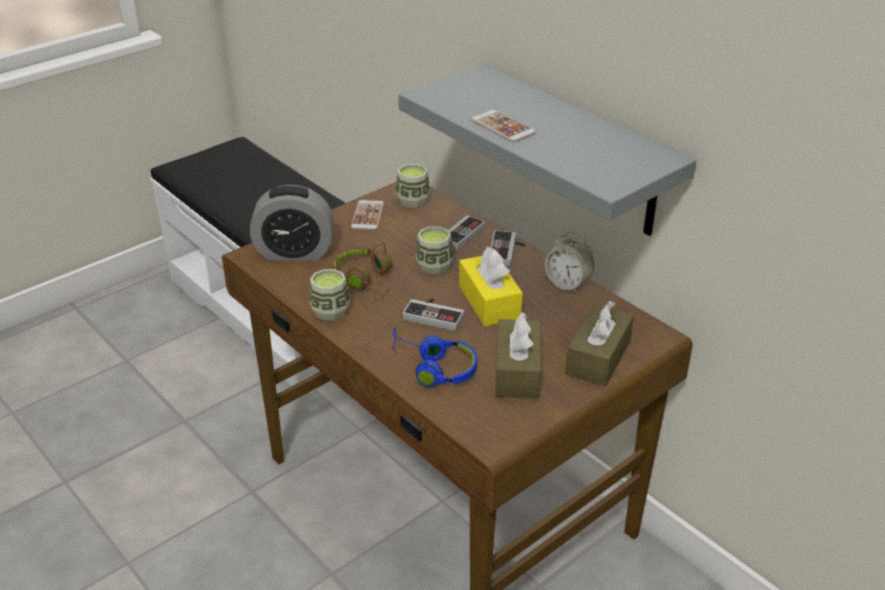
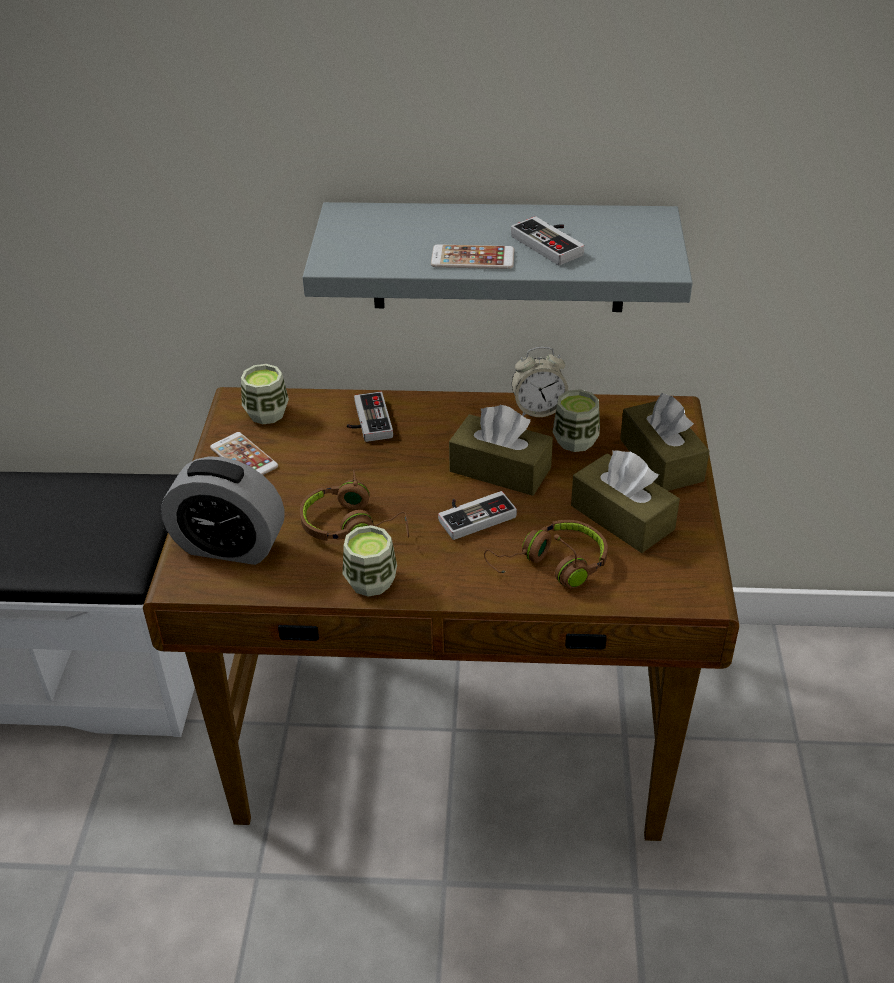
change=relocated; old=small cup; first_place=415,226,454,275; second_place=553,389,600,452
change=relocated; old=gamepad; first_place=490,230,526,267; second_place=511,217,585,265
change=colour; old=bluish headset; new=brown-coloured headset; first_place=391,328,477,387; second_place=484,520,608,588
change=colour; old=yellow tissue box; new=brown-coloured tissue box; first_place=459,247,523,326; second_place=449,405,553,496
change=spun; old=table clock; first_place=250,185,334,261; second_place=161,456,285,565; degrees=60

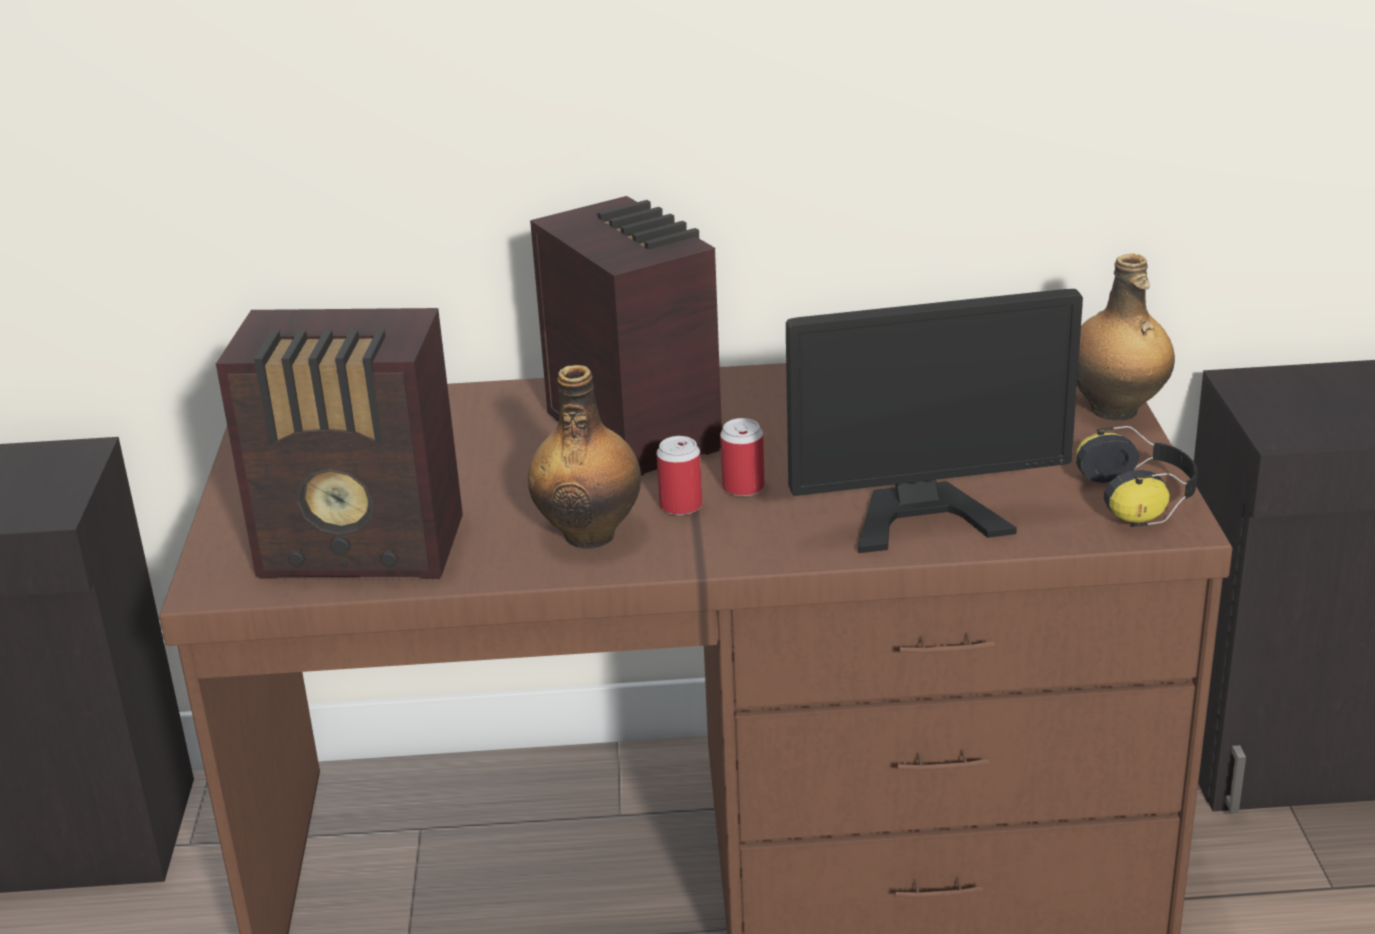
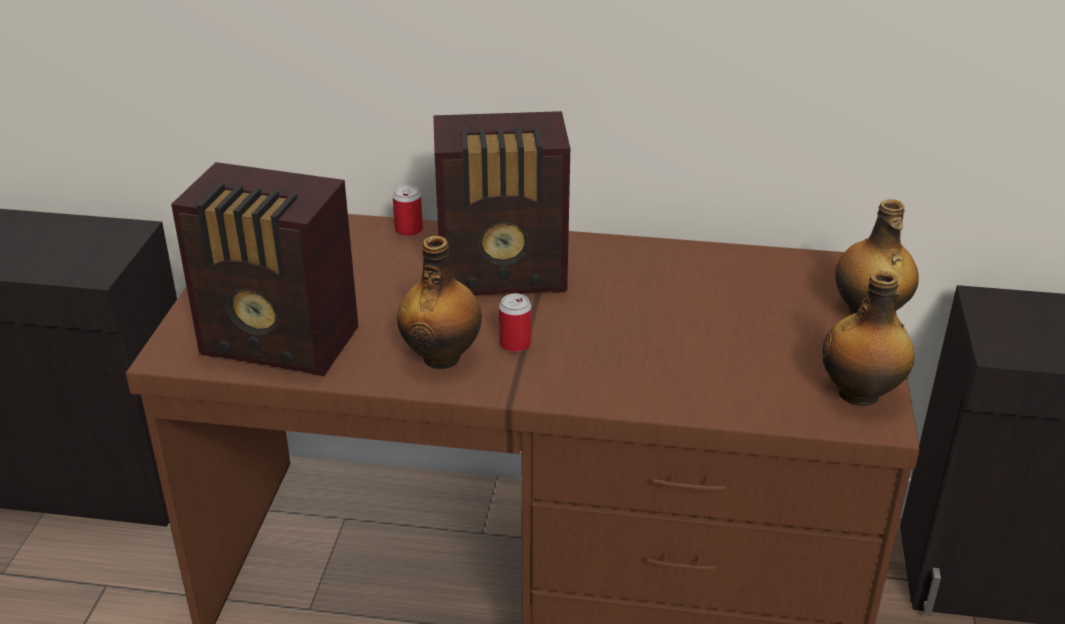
change=missing; old=monitor; first_place=786,289,1083,553
change=relocated; old=metal can; first_place=720,418,764,496; second_place=393,185,423,237
change=exchanged; old=headset; new=beverage bottle; first_place=1076,426,1198,527; second_place=822,270,915,406
change=spun; old=radio receiver; first_place=530,196,722,476; second_place=433,111,570,295; degrees=105

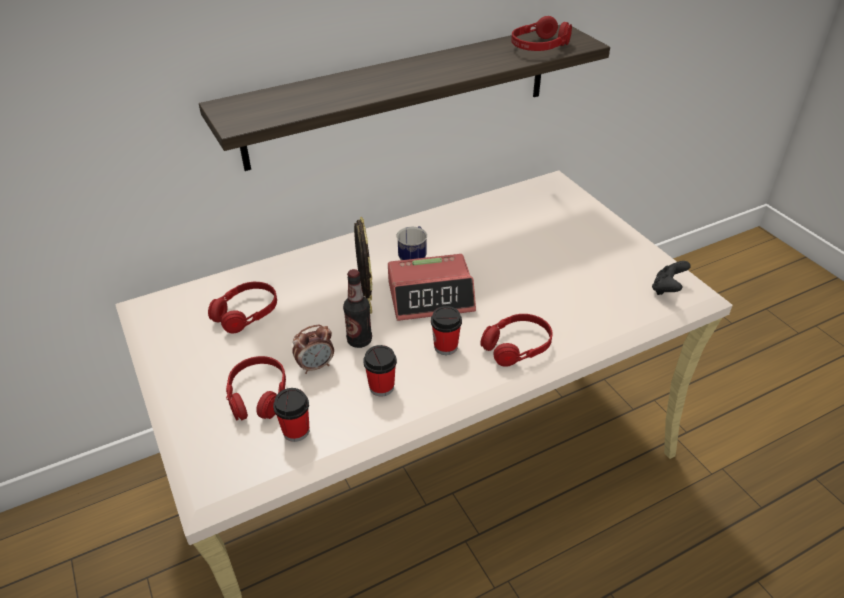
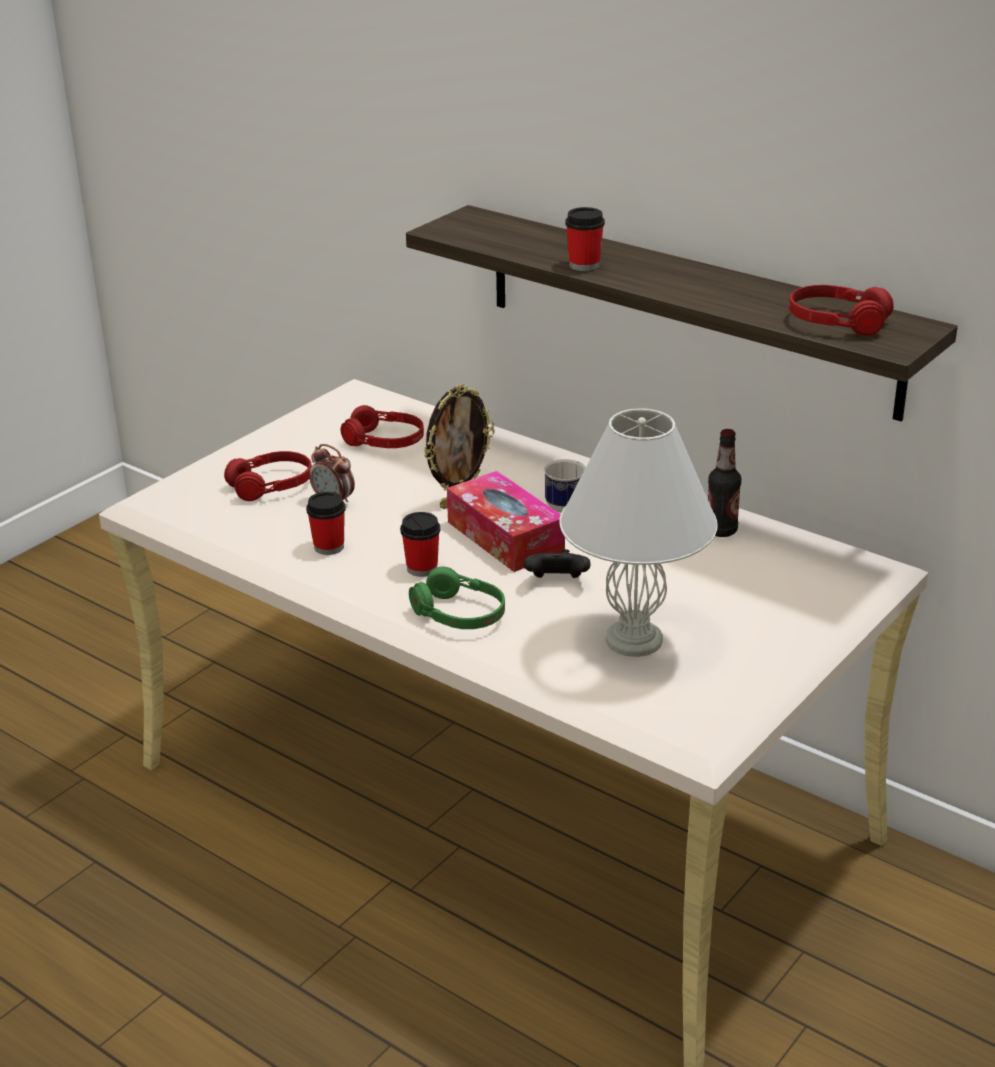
change=appeared; new=whitish tabletop lamp; second_place=559,408,718,657
change=relocated; old=small cup; first_place=273,388,309,442; second_place=565,207,605,271
change=relocated; old=beverage bottle; first_place=343,269,372,348; second_place=708,429,741,537
change=relocated; old=black-coloured gamepad; first_place=652,261,691,295; second_place=524,549,591,578
change=exchanged; old=table clock; new=tissue box; first_place=388,254,476,321; second_place=447,471,565,572
change=colour; old=red headset; new=green headset; first_place=480,314,553,367; second_place=409,566,505,629

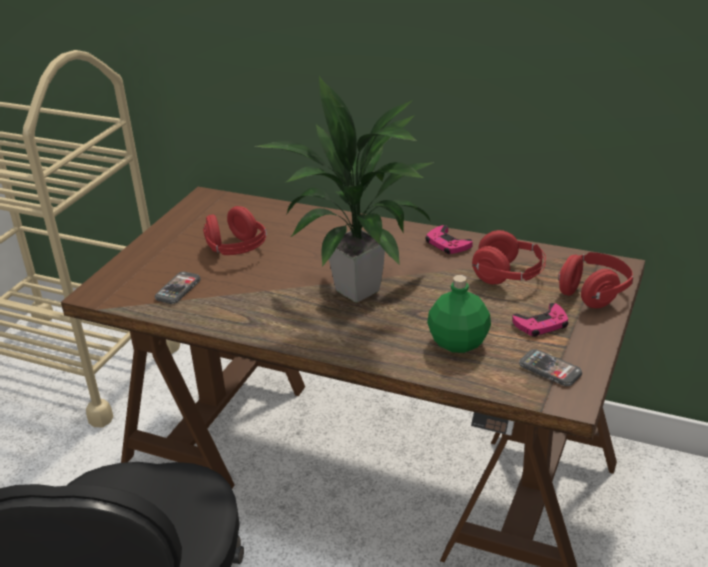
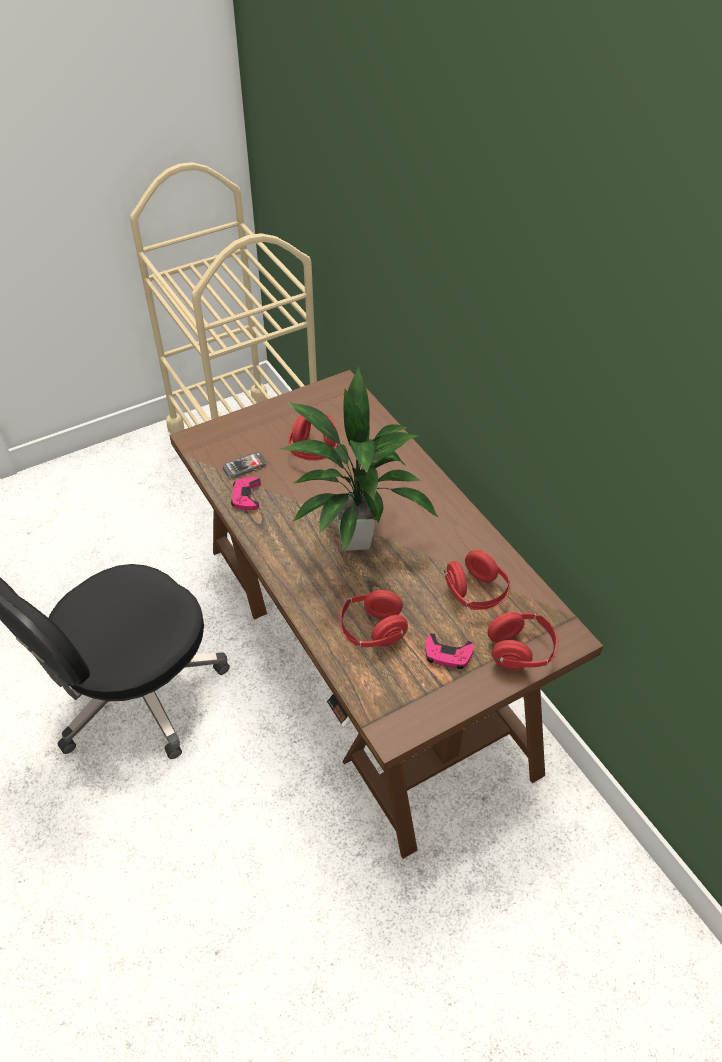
change=missing; old=telephone; first_place=519,349,582,386
change=relocated; old=pink gamepad; first_place=425,225,473,254; second_place=231,477,261,510
change=exchanged; old=green beverage bottle; new=red headset; first_place=427,275,491,353; second_place=338,590,408,647

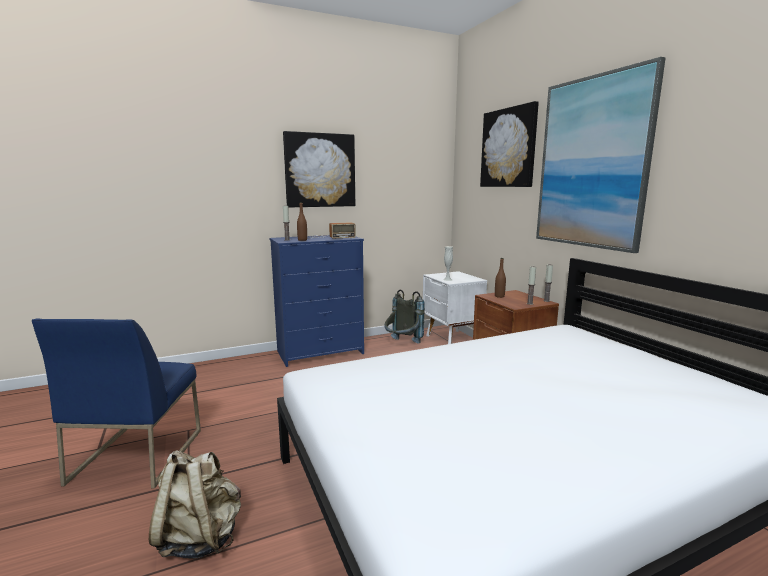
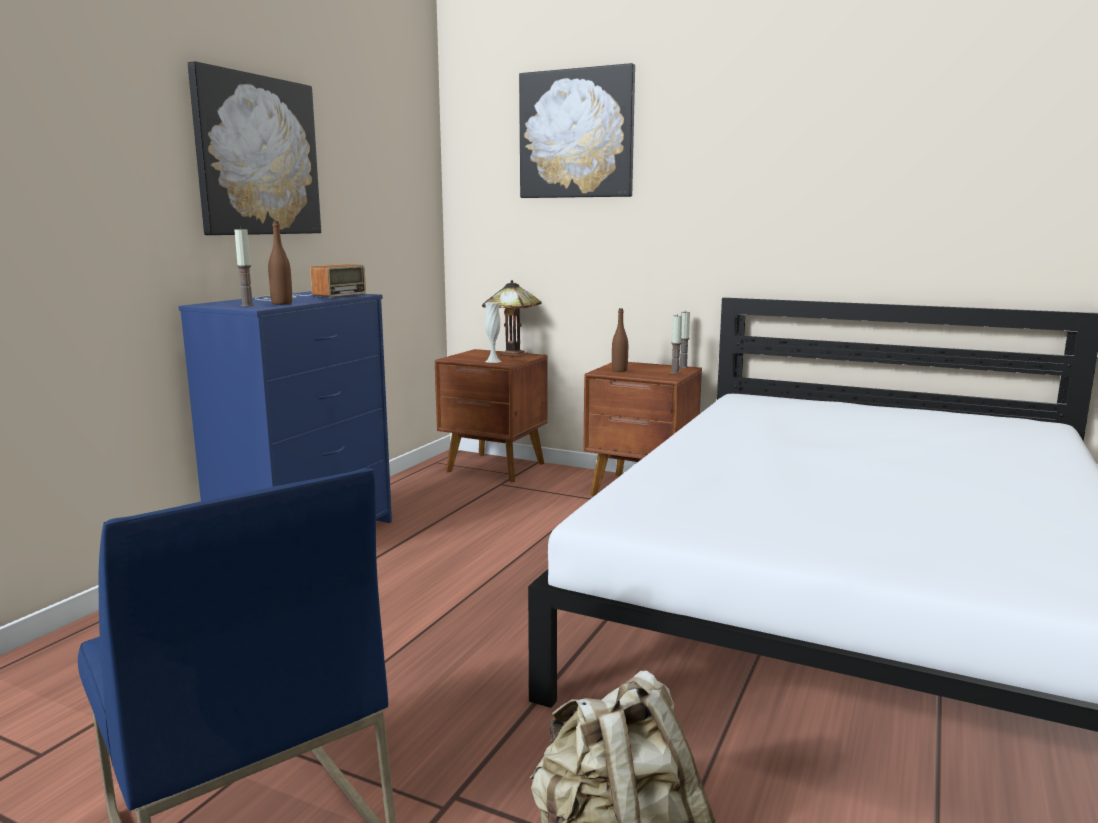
change=missing; old=greyish rucksack; first_place=384,290,425,343
change=missing; old=wall picture; first_place=536,57,666,253
change=appeared; new=tabletop lamp; second_place=482,280,541,357
change=colour; old=whitish night table; new=brown-coloured night table; first_place=423,271,487,344; second_place=435,349,548,482

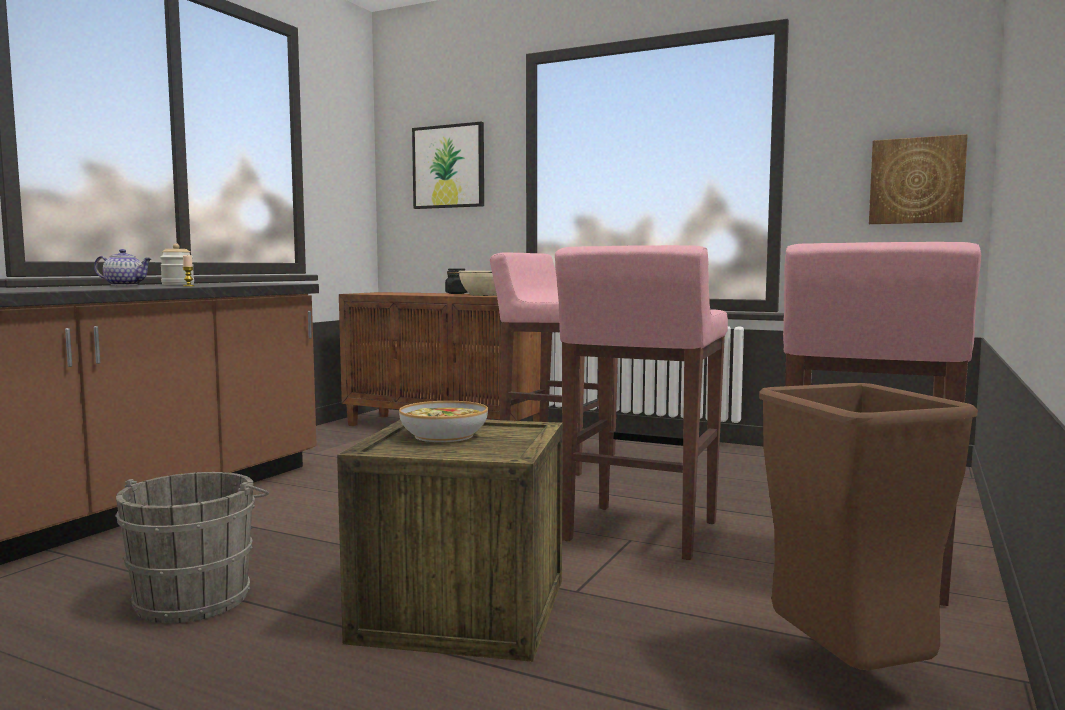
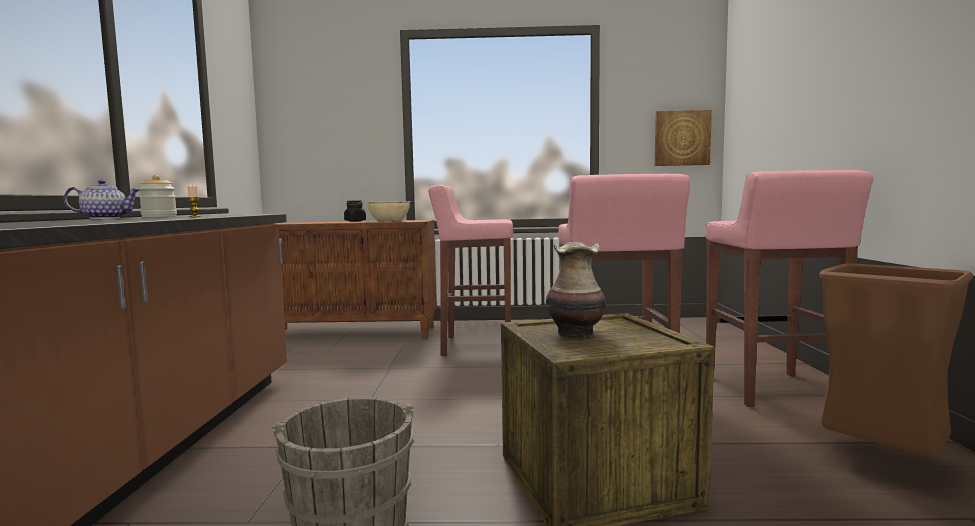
change=missing; old=wall picture; first_place=412,122,484,209
change=exchanged; old=serving bowl; new=flower vase; first_place=399,401,488,442; second_place=546,242,606,338

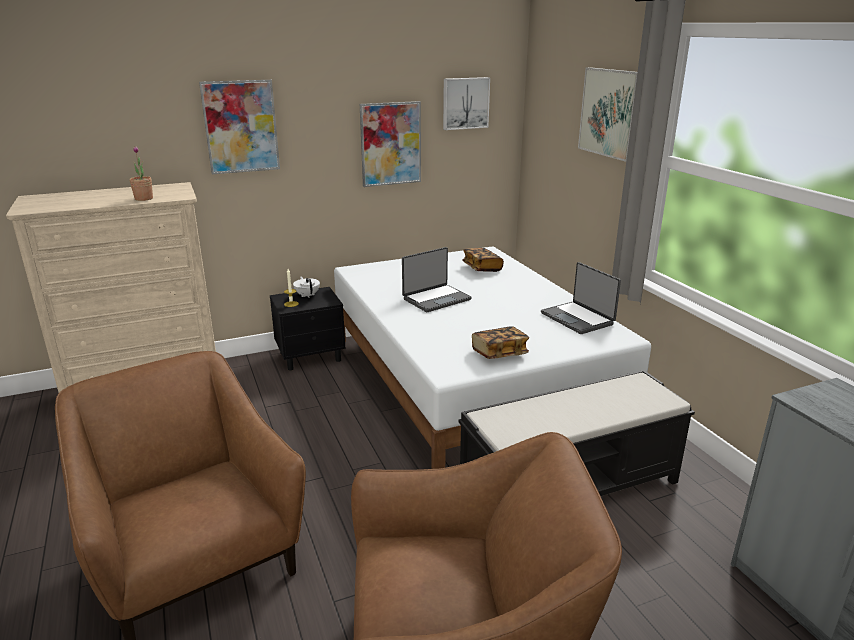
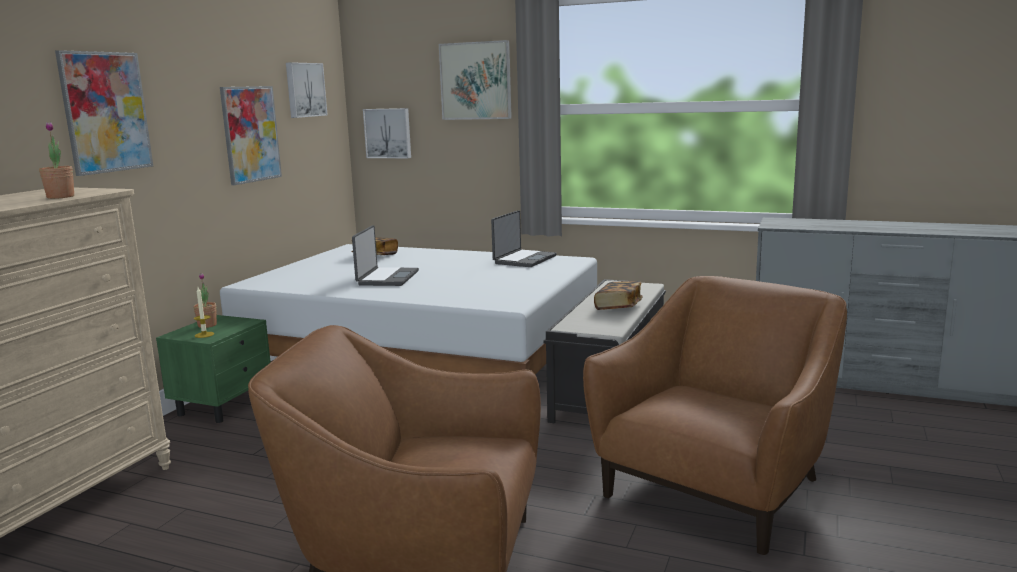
change=appeared; new=wall picture; second_place=363,108,411,158
change=relocated; old=book; first_place=472,326,529,359; second_place=594,281,643,310
change=exchanged; old=whitish tea pot; new=potted plant; first_place=293,277,320,298; second_place=193,273,217,328
change=colour; old=black-coloured night table; new=green night table; first_place=270,287,346,371; second_place=156,315,271,423
change=spun; old=portable computer; first_place=541,262,621,334; second_place=491,210,557,267; degrees=-75

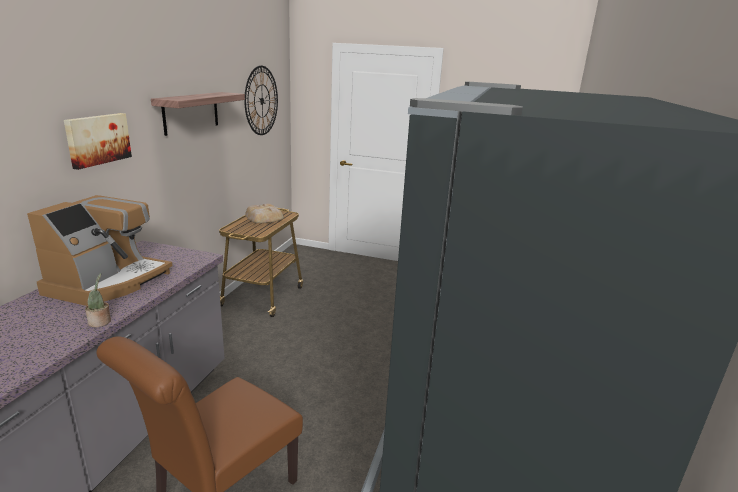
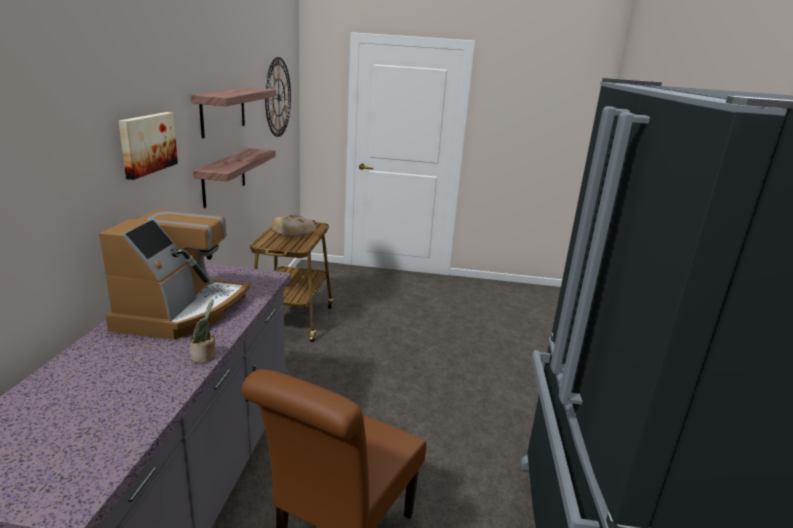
change=appeared; new=wall shelf; second_place=193,148,276,208

